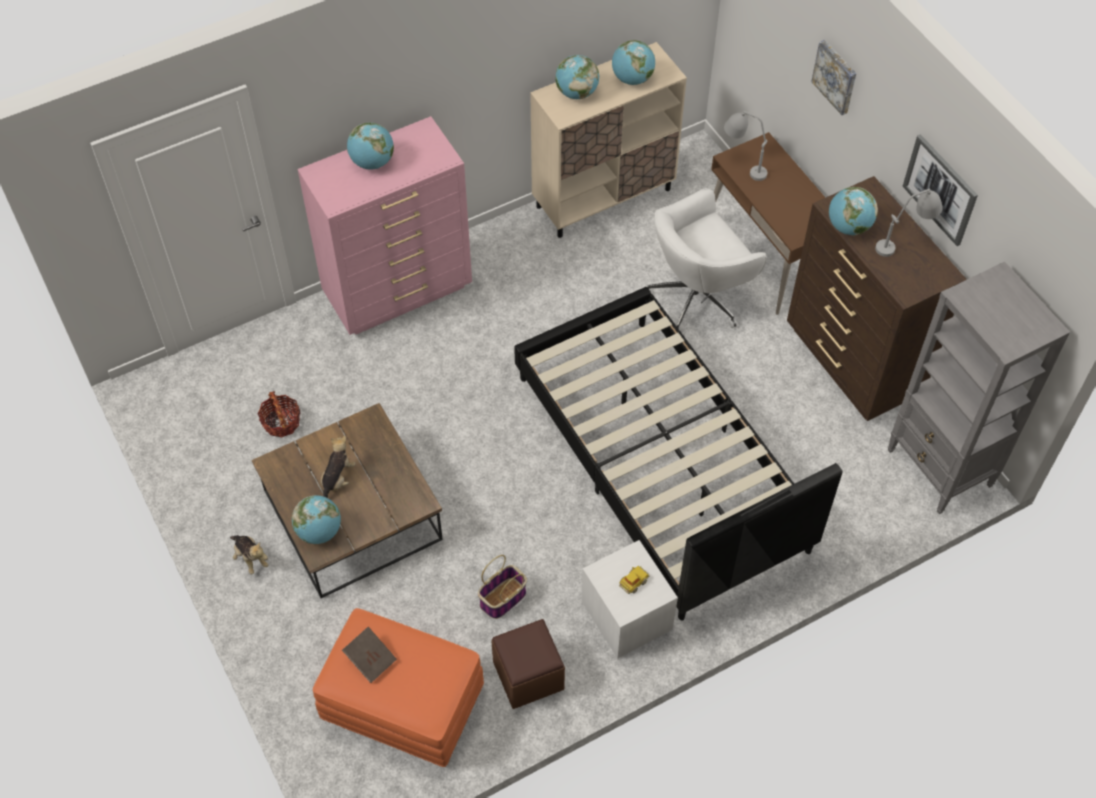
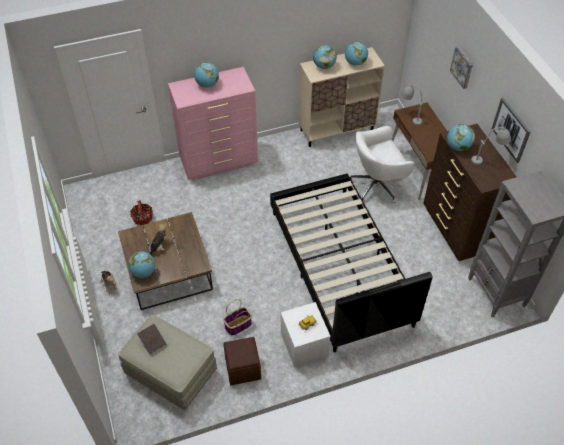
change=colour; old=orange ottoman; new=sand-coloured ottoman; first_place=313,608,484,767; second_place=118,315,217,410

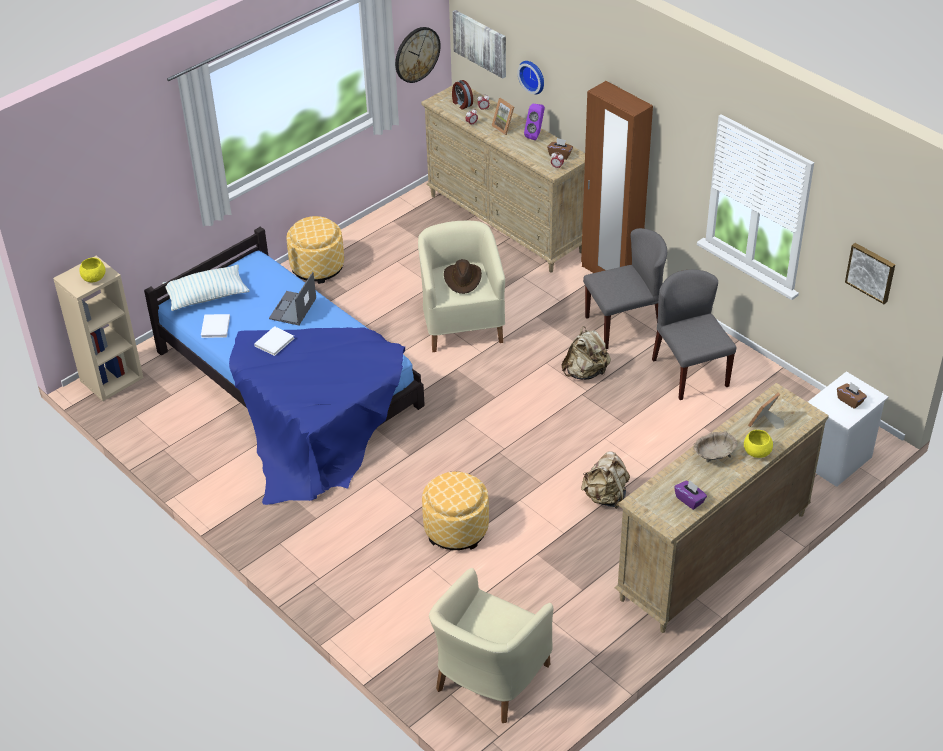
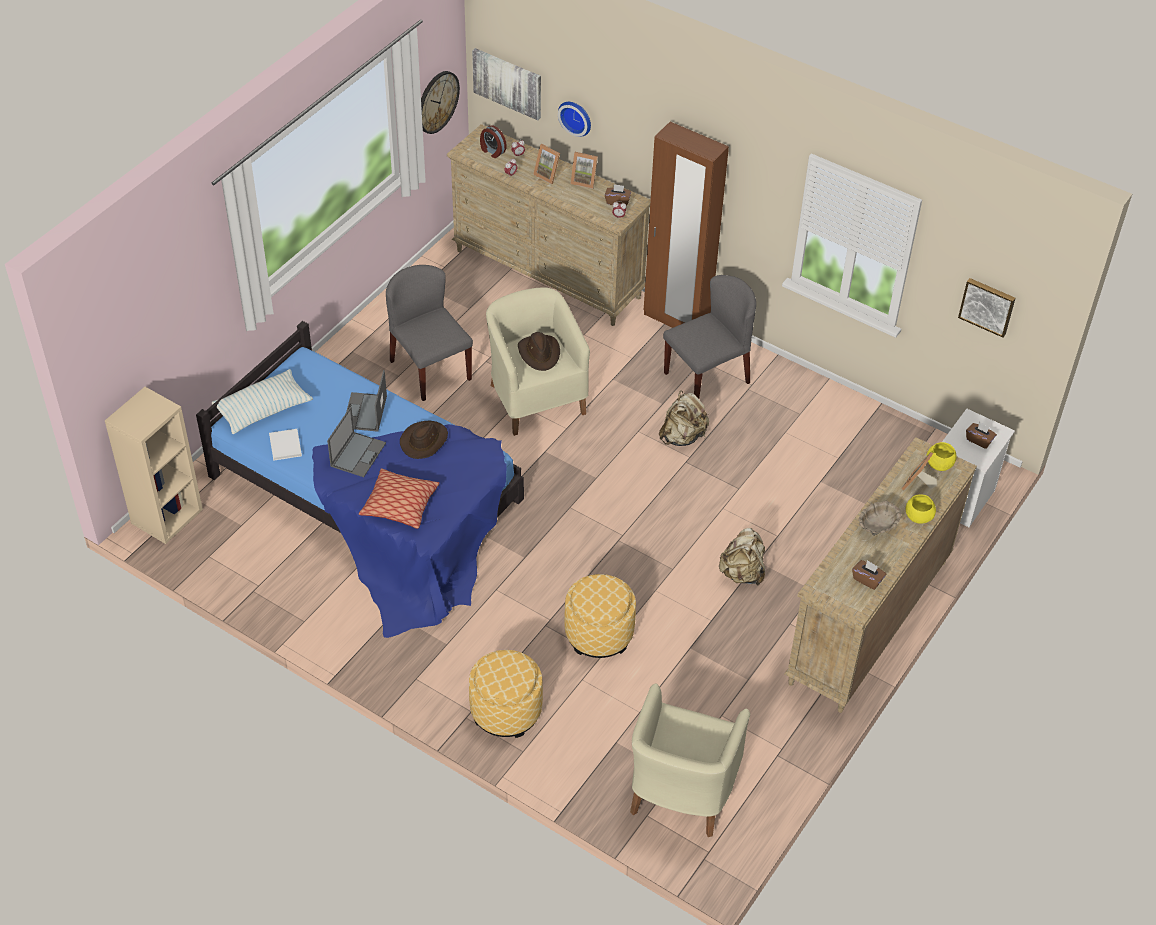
change=appeared; new=pillow; second_place=359,468,440,529
change=appeared; new=brown-coloured wearable hat; second_place=400,421,448,459
change=relocated; old=yellow serving bowl; first_place=79,258,106,282; second_place=927,442,957,471
change=relocated; old=ottoman; first_place=286,216,344,284; second_place=469,650,543,738
change=relocated; old=greyish chair; first_place=652,269,737,400; second_place=386,265,473,401
change=exchanged; old=whitish book; new=portable computer; first_place=254,326,295,356; second_place=327,407,386,477
change=exchanged; old=purplish speaker; new=standing frame; first_place=524,104,545,140; second_place=570,152,598,189
change=colour; old=purplish tissue box; new=brown-coloured tissue box; first_place=674,480,707,510; second_place=852,560,886,590

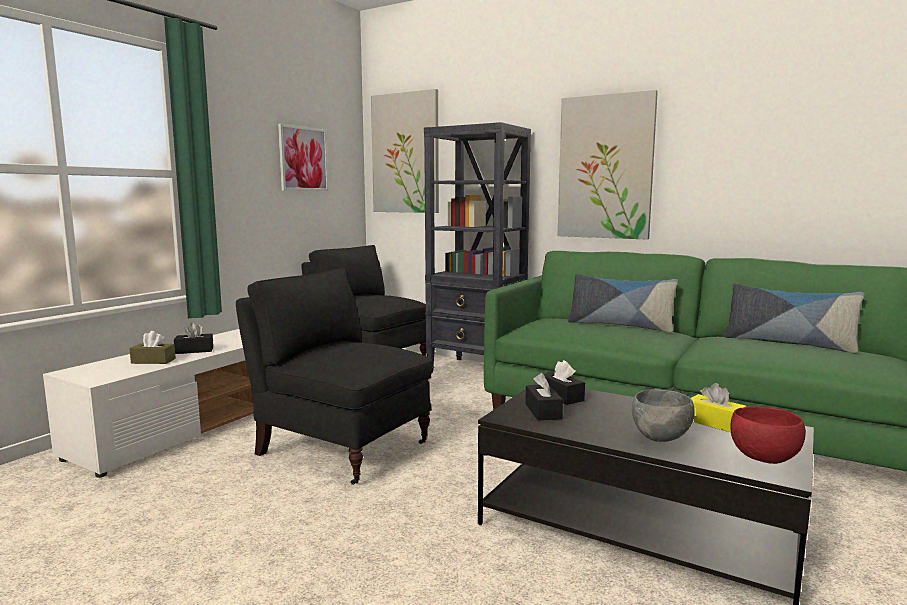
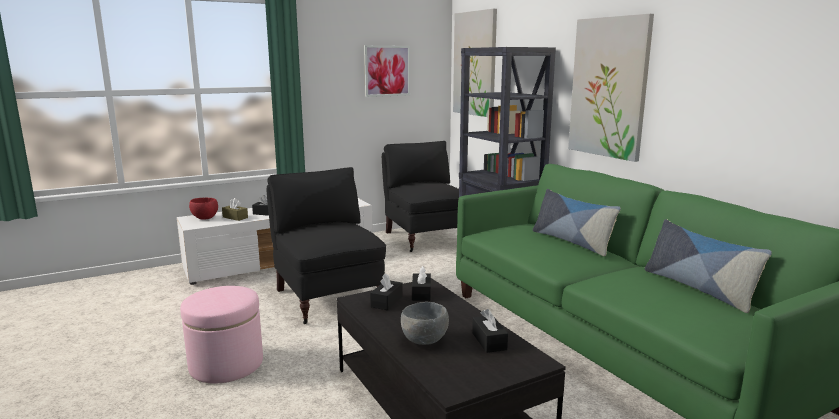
change=appeared; new=pink ottoman; second_place=180,286,263,384
change=relocated; old=red serving bowl; first_place=731,407,806,464; second_place=189,198,218,220
change=colour; old=yellow tissue box; new=black-coloured tissue box; first_place=691,383,746,432; second_place=472,309,508,353

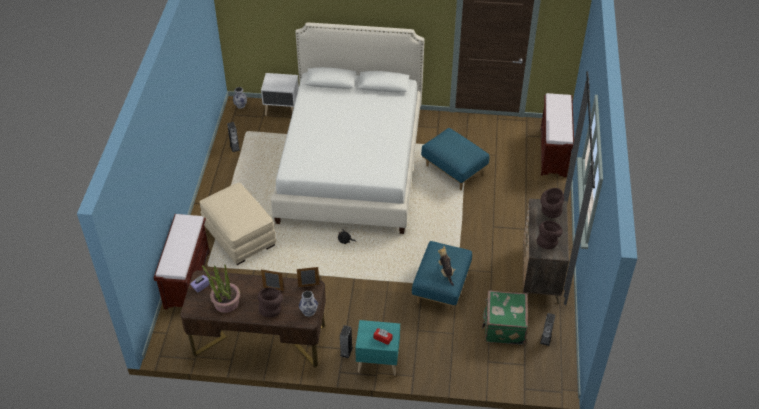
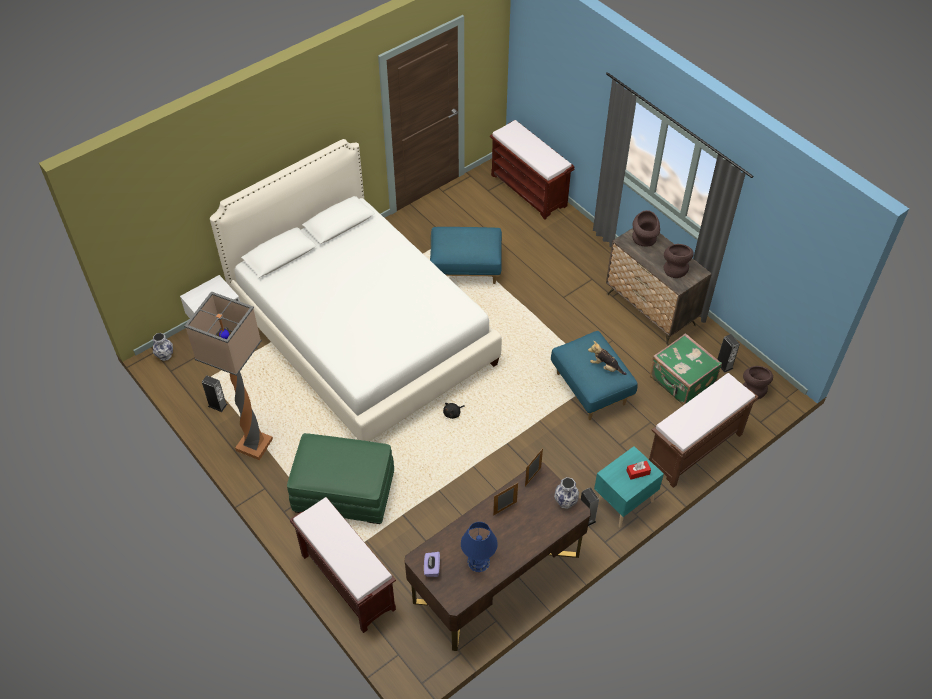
change=appeared; new=standing lamp; second_place=184,291,273,460
change=appeared; new=brown-coloured long seat; second_place=649,373,758,488
change=relocated; old=brown-coloured flower vase; first_place=258,287,283,318; second_place=743,366,773,399
change=exchanged; old=potted plant; new=bluish tabletop lamp; first_place=202,264,240,313; second_place=461,522,498,572
change=colour; old=sand-coloured ottoman; new=green ottoman; first_place=200,182,276,265; second_place=287,433,394,524

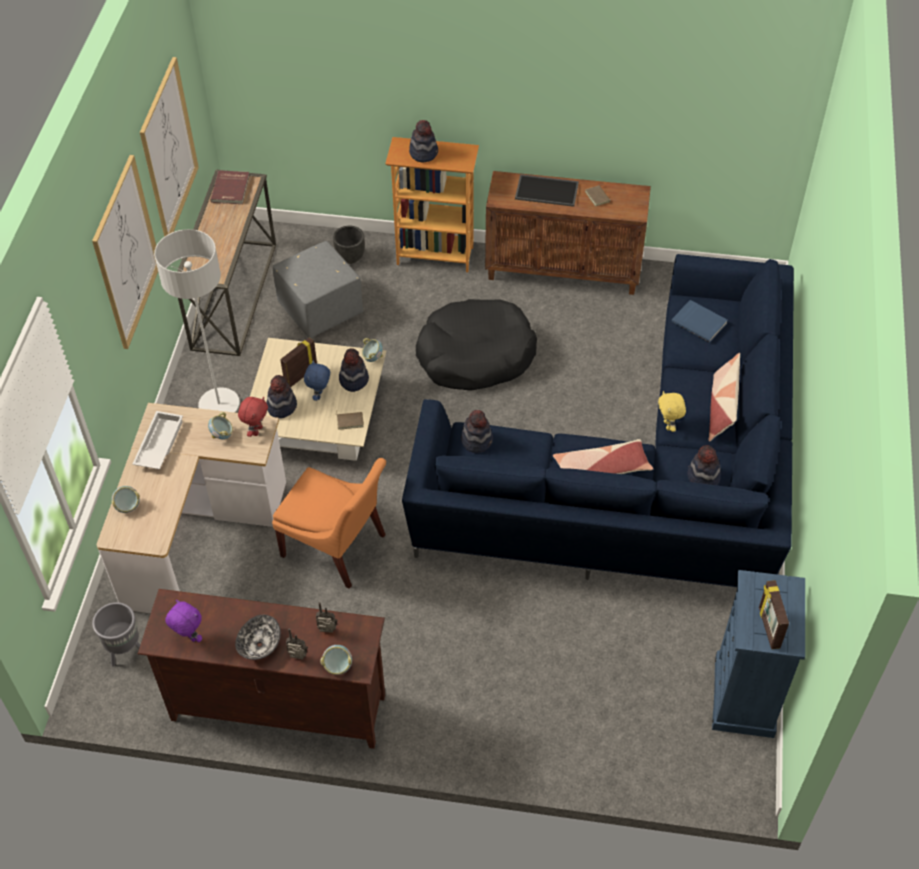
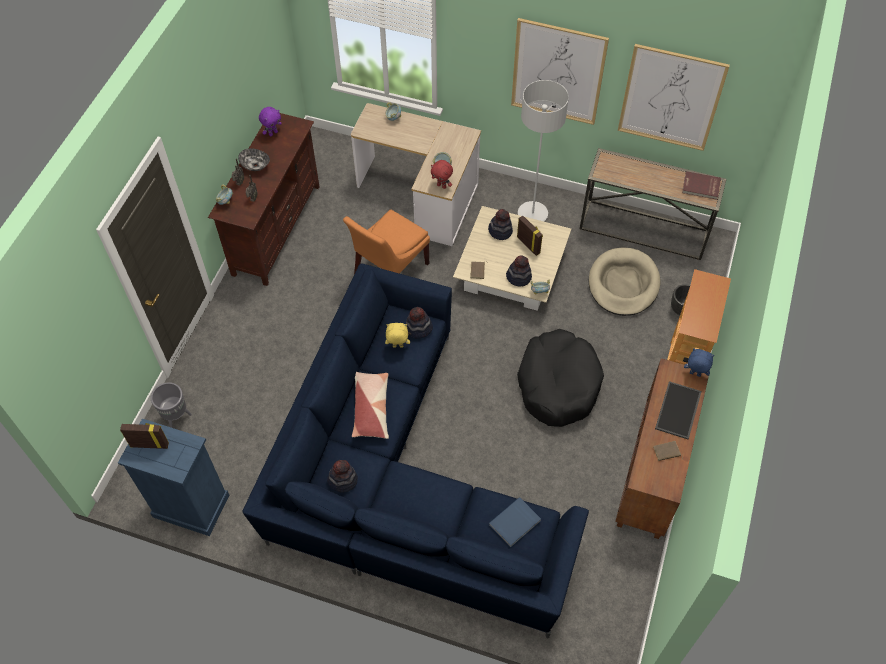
change=missing; old=whitish carrying tray; first_place=132,411,183,470
change=missing; old=wearable hat; first_place=409,120,438,162
change=missing; old=pillow; first_place=709,353,740,442
change=relocated; old=greyish plant pot; first_place=92,602,140,666; second_place=151,382,192,428
change=relocated; old=bluish plush toy; first_place=304,360,330,401; second_place=684,348,715,377
change=relocated; old=yellow plush toy; first_place=658,391,686,432; second_place=385,323,410,348
change=exchanged; old=greyish ottoman; new=sand-coloured pet bed; first_place=273,241,363,338; second_place=589,248,660,316

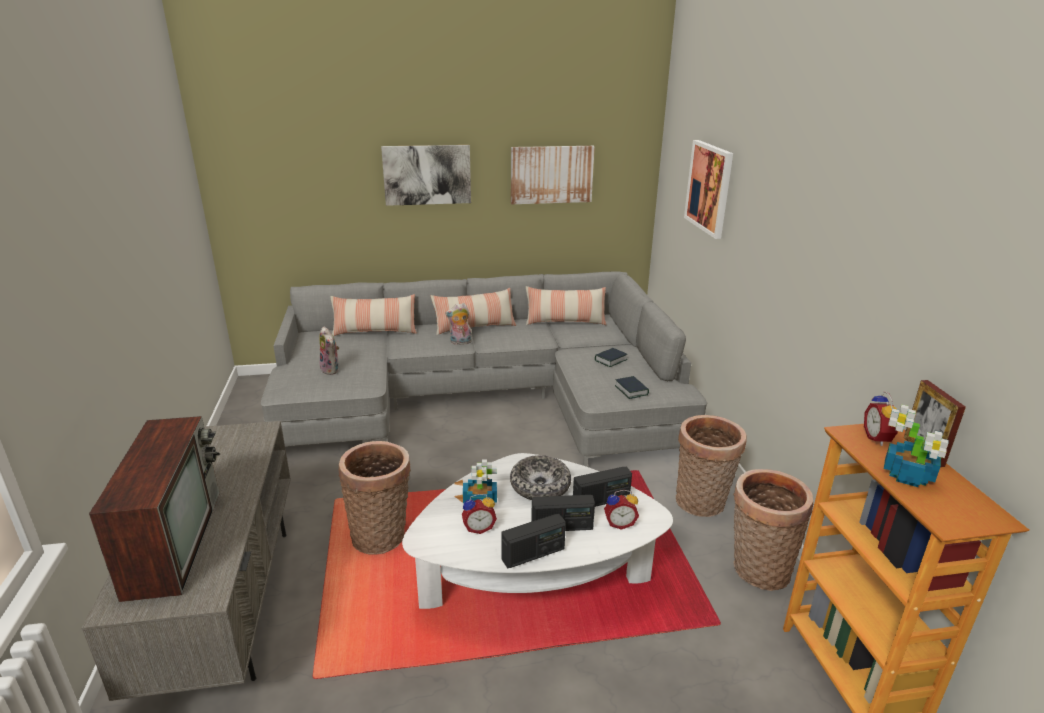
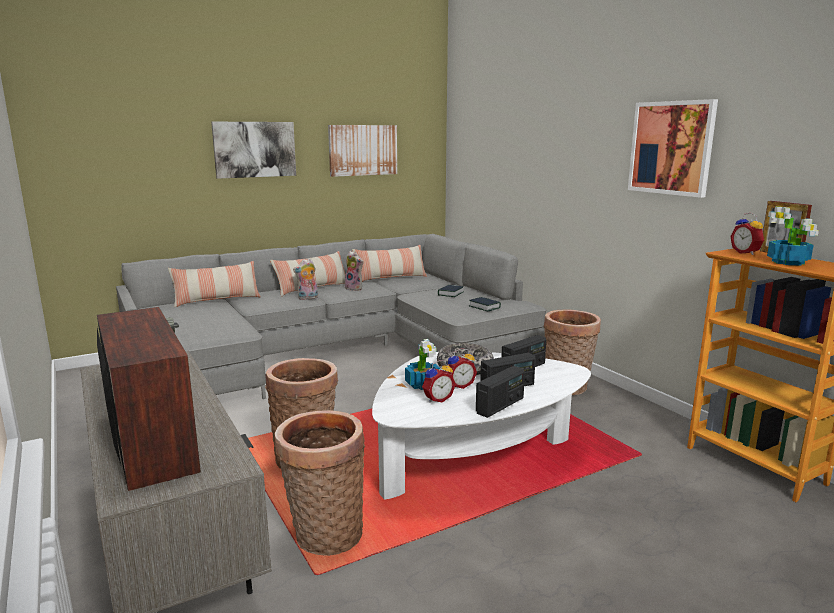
change=relocated; old=plush toy; first_place=319,326,339,375; second_place=345,251,364,291
change=relocated; old=table clock; first_place=604,490,639,530; second_place=447,348,477,389
change=relocated; old=wall picture; first_place=684,140,733,239; second_place=628,99,718,198
change=relocated; old=basket; first_place=733,469,813,591; second_place=275,410,365,556

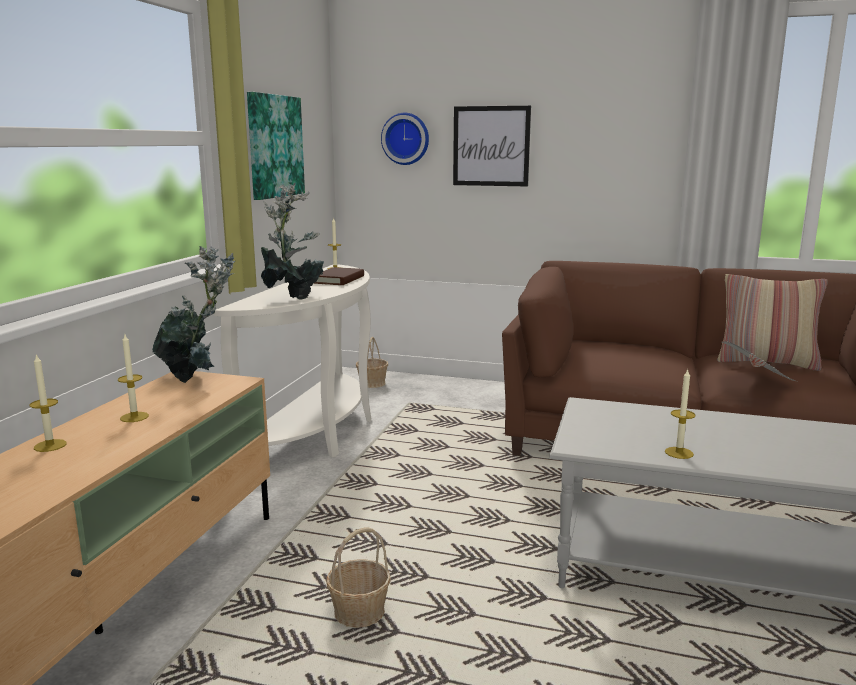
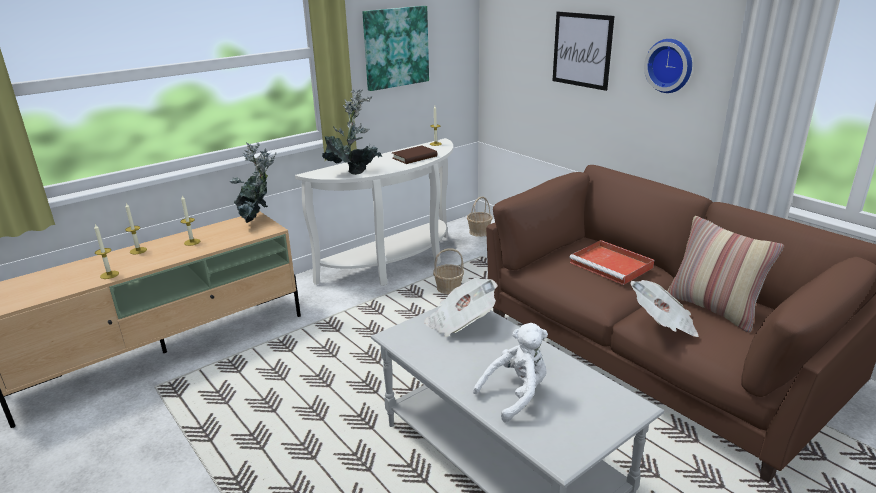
change=appeared; new=printed paper; second_place=424,278,498,337
change=appeared; new=whitish plush toy; second_place=473,323,548,422
change=appeared; new=red carrying tray; second_place=569,240,654,285
change=relocated; old=basket; first_place=326,527,391,628; second_place=433,248,464,294
change=relocated; old=clock on the wall; first_place=381,113,429,165; second_place=644,39,692,93
change=relocated; old=candle; first_place=665,369,696,459; second_place=94,224,119,279

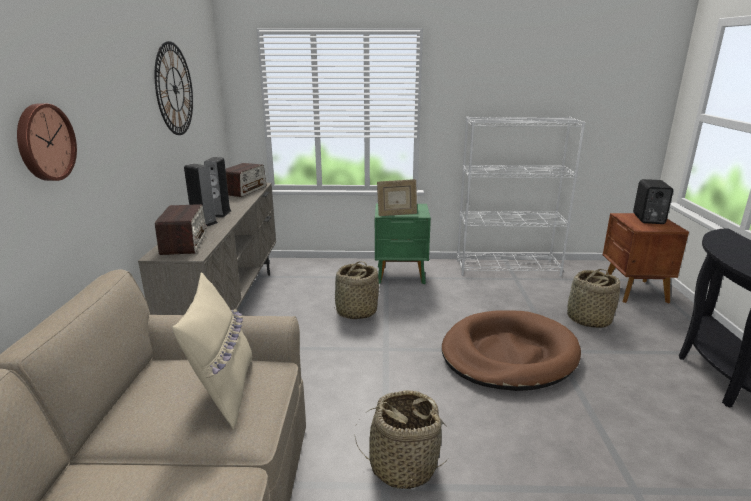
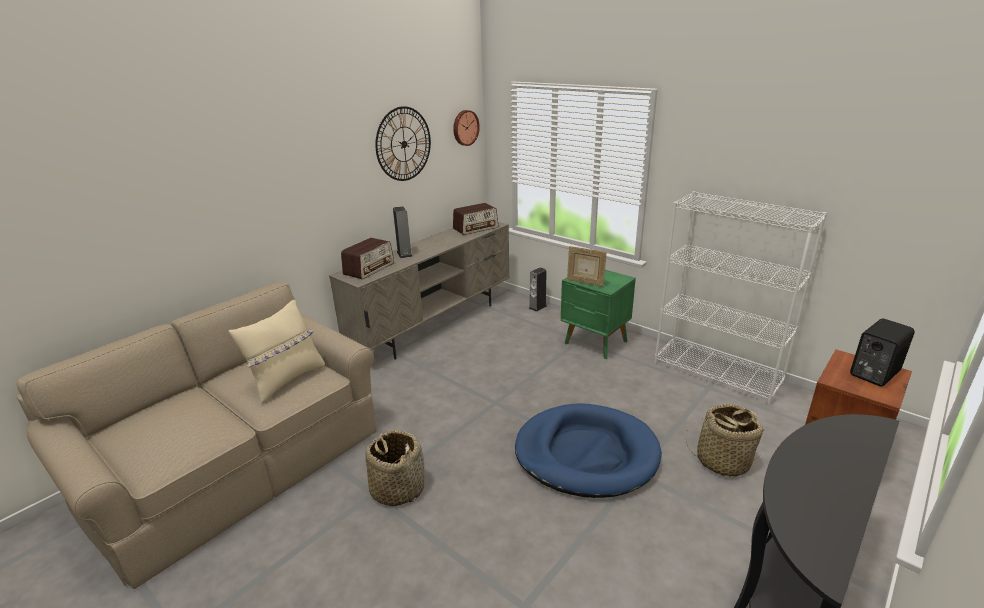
change=missing; old=basket; first_place=334,261,379,319
change=relocated; old=clock on the wall; first_place=17,104,77,181; second_place=453,110,480,146
change=relocated; old=speaker; first_place=204,157,231,218; second_place=529,267,547,312
change=colour; old=brown-coloured pet bed; new=bluish pet bed; first_place=442,310,581,391; second_place=515,403,662,498

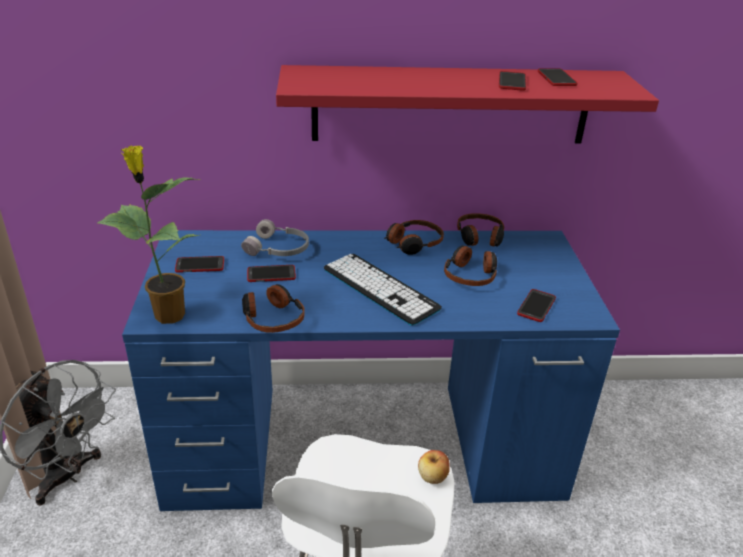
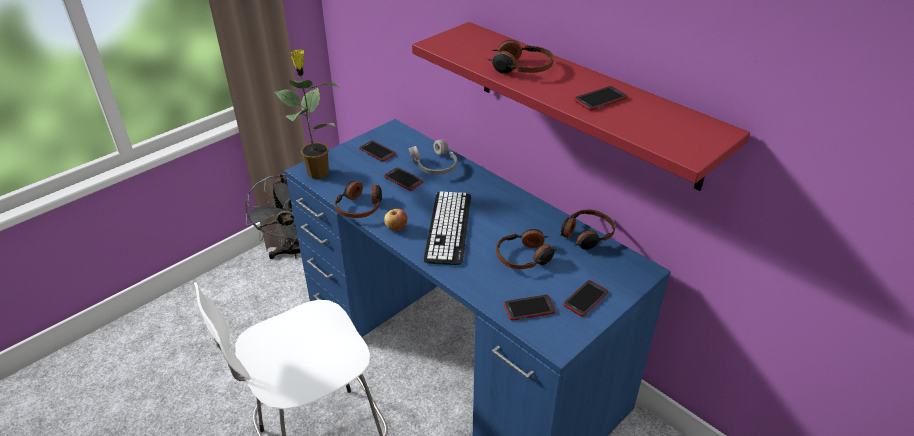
change=relocated; old=headset; first_place=384,220,444,255; second_place=488,40,554,74
change=relocated; old=apple fruit; first_place=418,450,450,484; second_place=384,209,407,231
change=relocated; old=telephone; first_place=538,68,577,86; second_place=563,280,609,317

